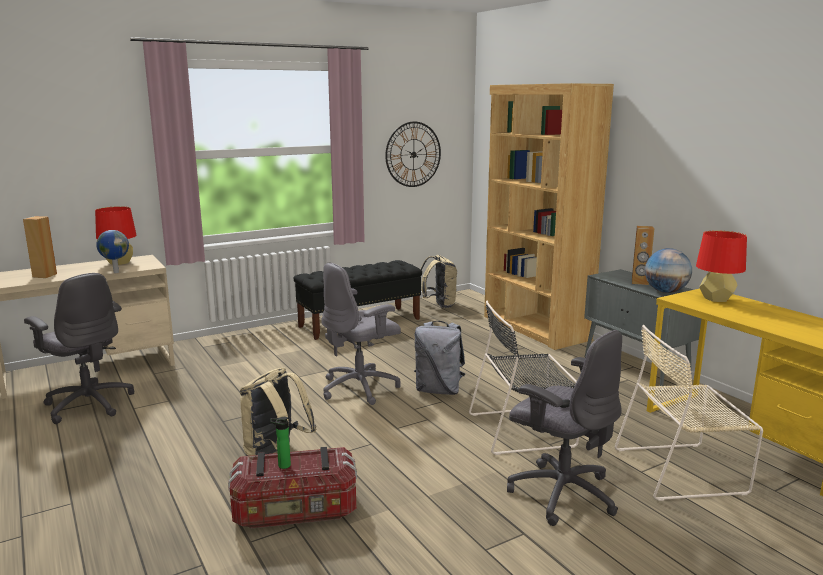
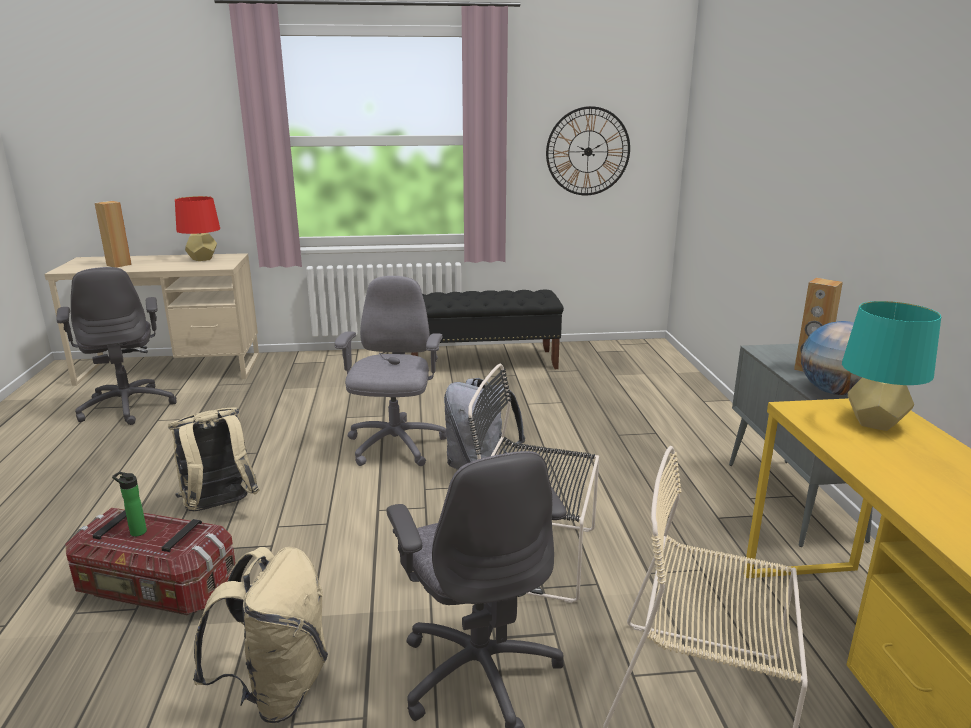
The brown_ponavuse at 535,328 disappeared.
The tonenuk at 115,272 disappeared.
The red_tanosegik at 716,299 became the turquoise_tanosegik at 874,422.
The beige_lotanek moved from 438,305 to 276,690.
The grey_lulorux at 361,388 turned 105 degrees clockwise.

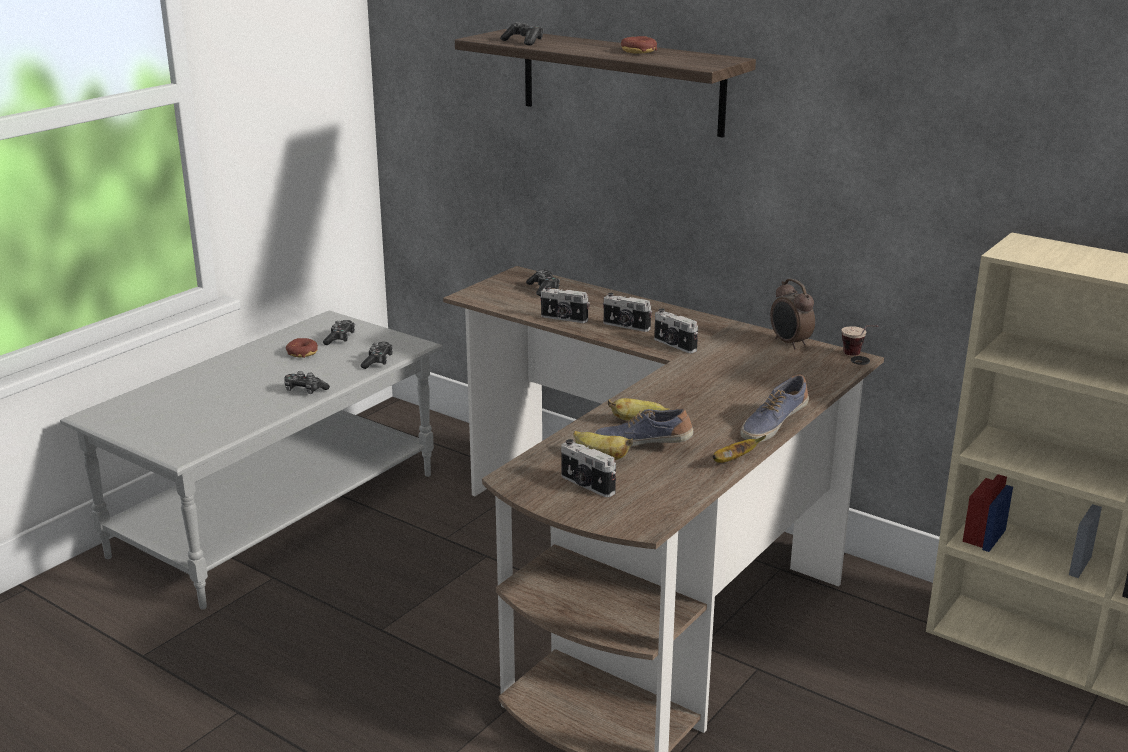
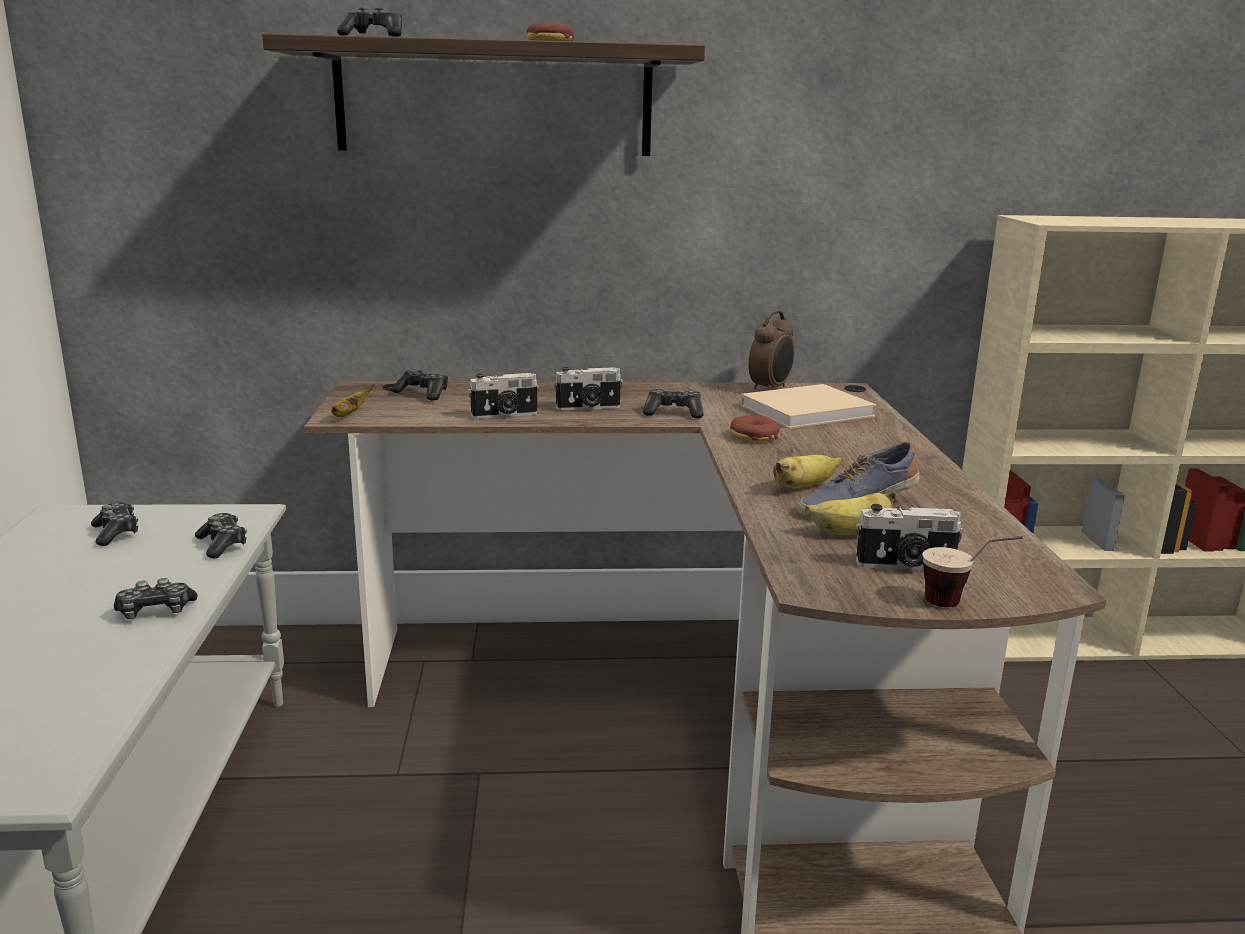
The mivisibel at 789,343 turned 75 degrees counterclockwise.
The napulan at 674,345 was replaced by the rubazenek at 673,413.
The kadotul moved from 858,356 to 963,604.
The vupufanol moved from 302,353 to 754,437.
The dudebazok at 772,424 disappeared.
The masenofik moved from 733,460 to 348,415.
The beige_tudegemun at 809,410 appeared.

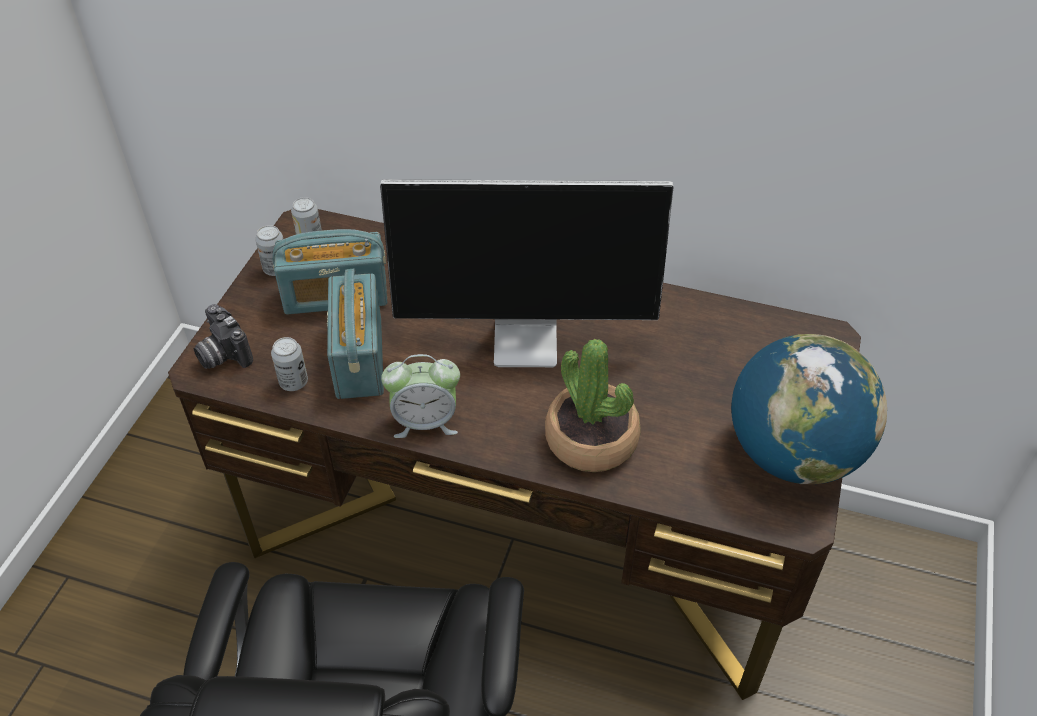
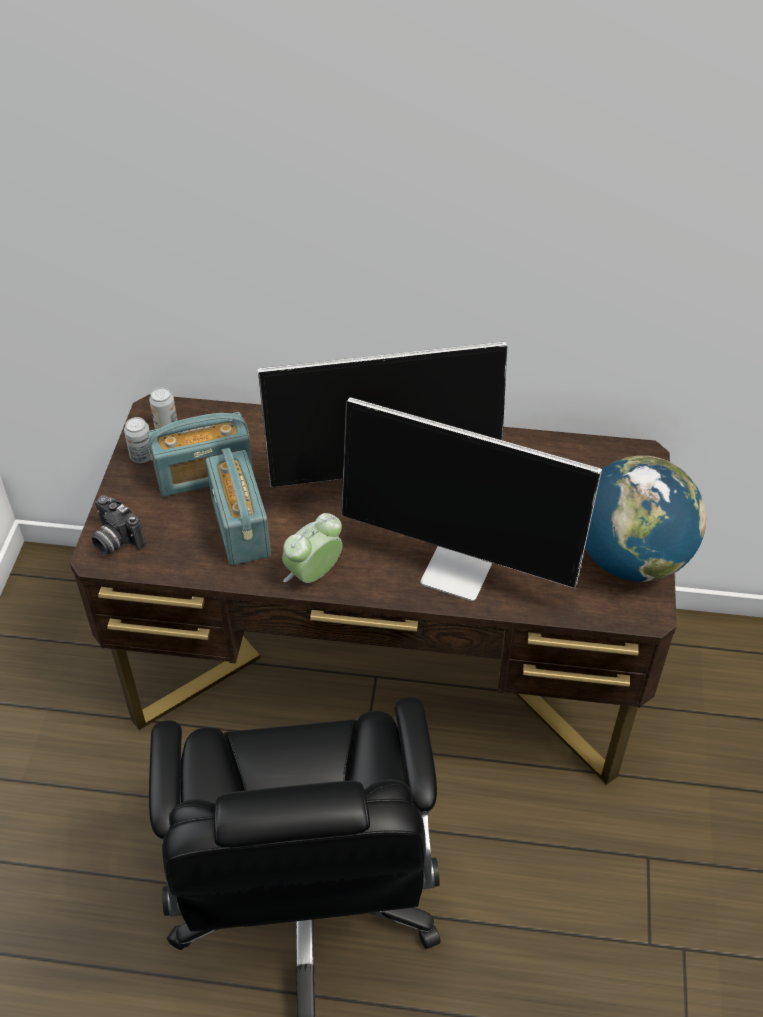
The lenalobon at 293,382 disappeared.
The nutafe at 591,439 was replaced by the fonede at 461,570.
The mivisibel at 425,421 turned 150 degrees clockwise.

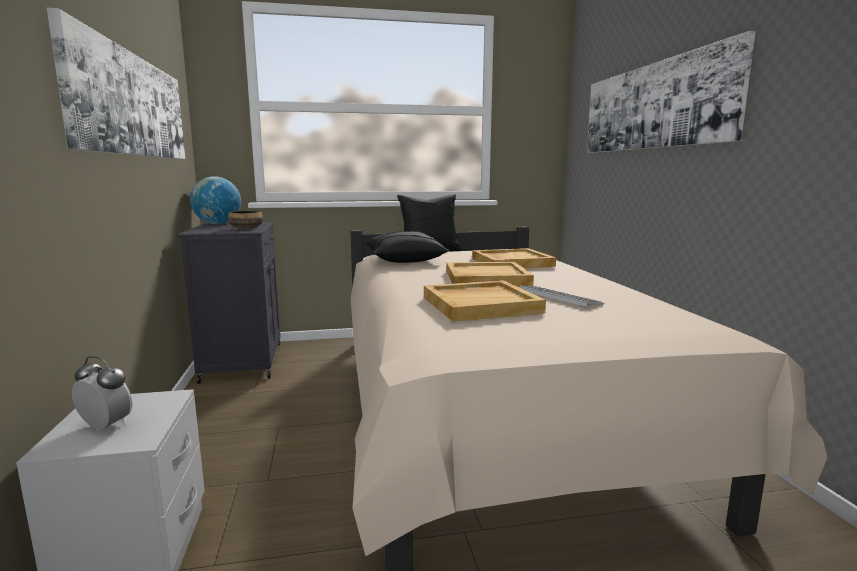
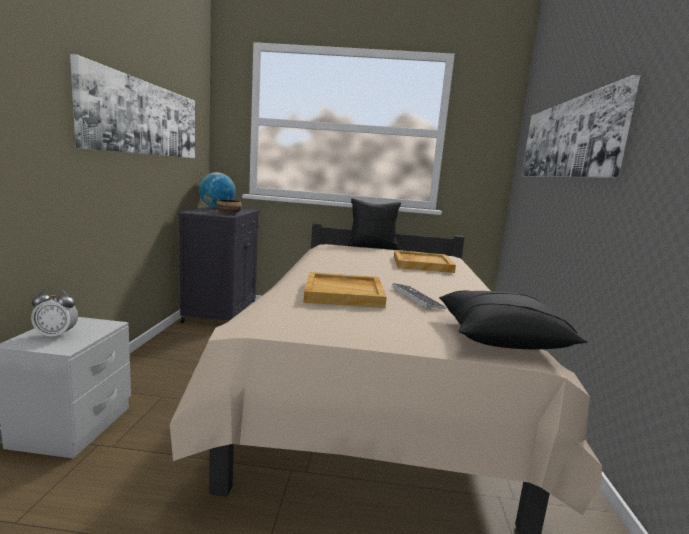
The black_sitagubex moved from 405,260 to 500,337.
The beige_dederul at 486,278 disappeared.
The mivisibel at 106,426 turned 135 degrees clockwise.

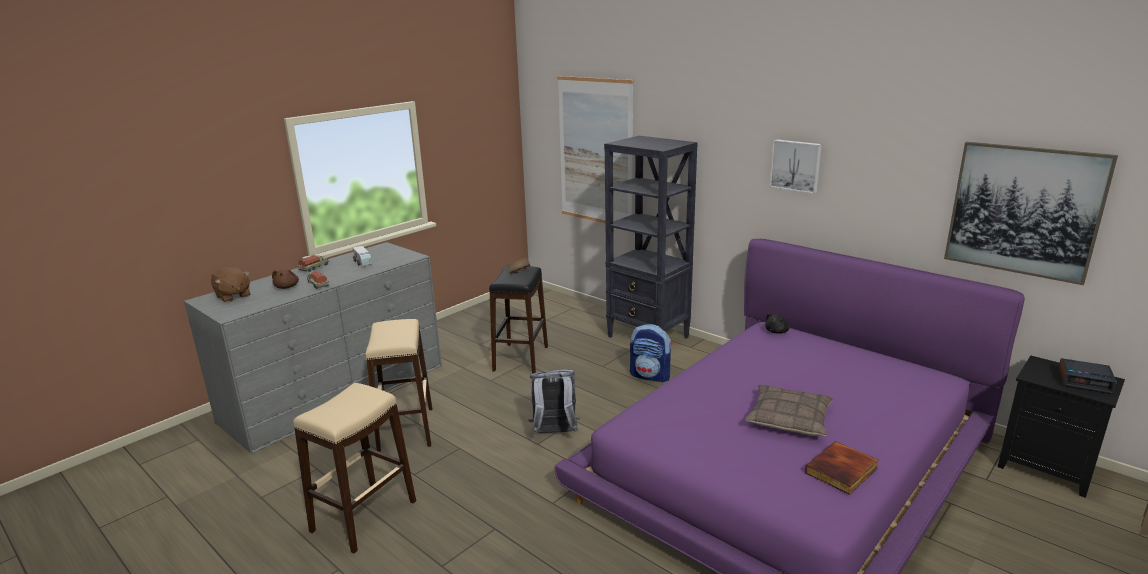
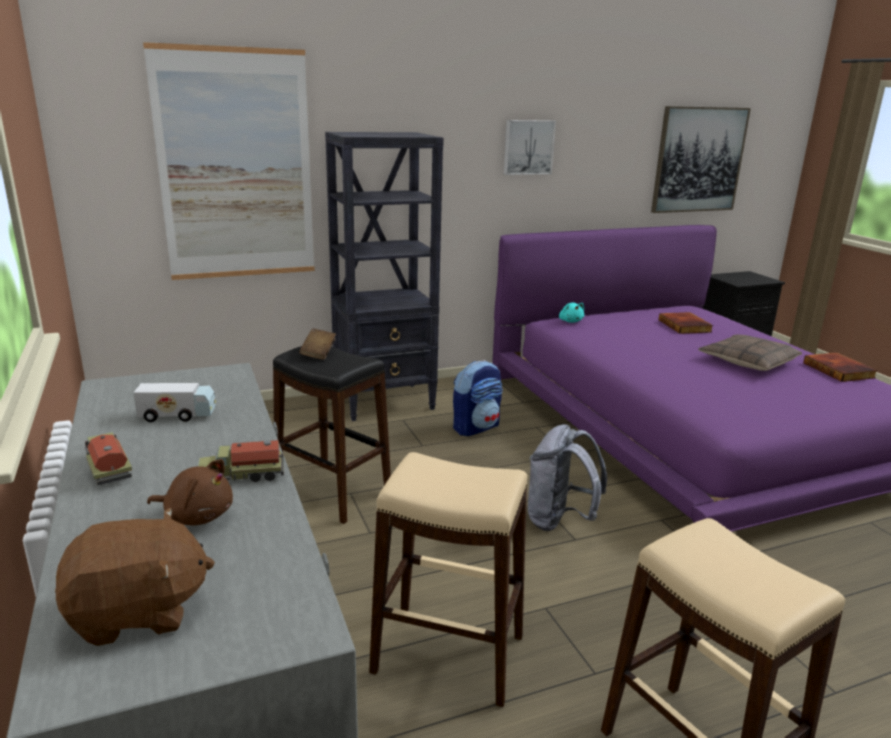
The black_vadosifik at 777,331 became the turquoise_vadosifik at 570,321.
The mivisibel at 1085,381 disappeared.
The tudegemun at 685,326 appeared.

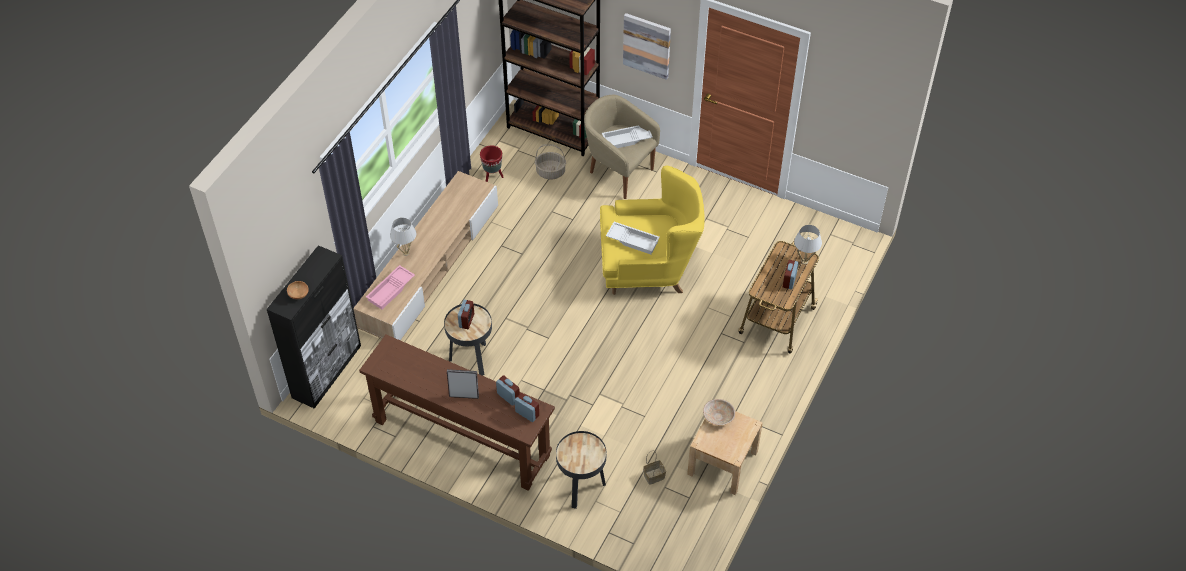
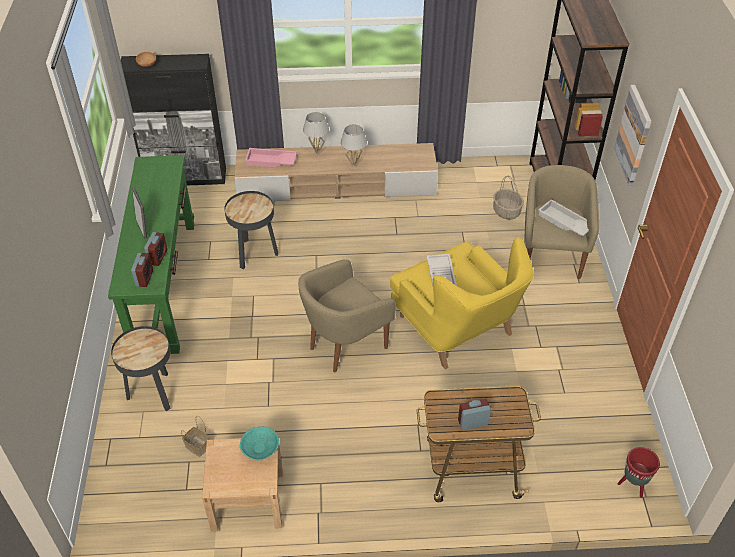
The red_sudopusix moved from 492,176 to 632,485.
The white_tanosegik moved from 804,261 to 354,165.
The mivisibel at 466,320 disappeared.
The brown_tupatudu at 462,438 became the green_tupatudu at 165,285.
The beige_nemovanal at 718,416 became the turquoise_nemovanal at 260,448.
The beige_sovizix at 344,345 appeared.

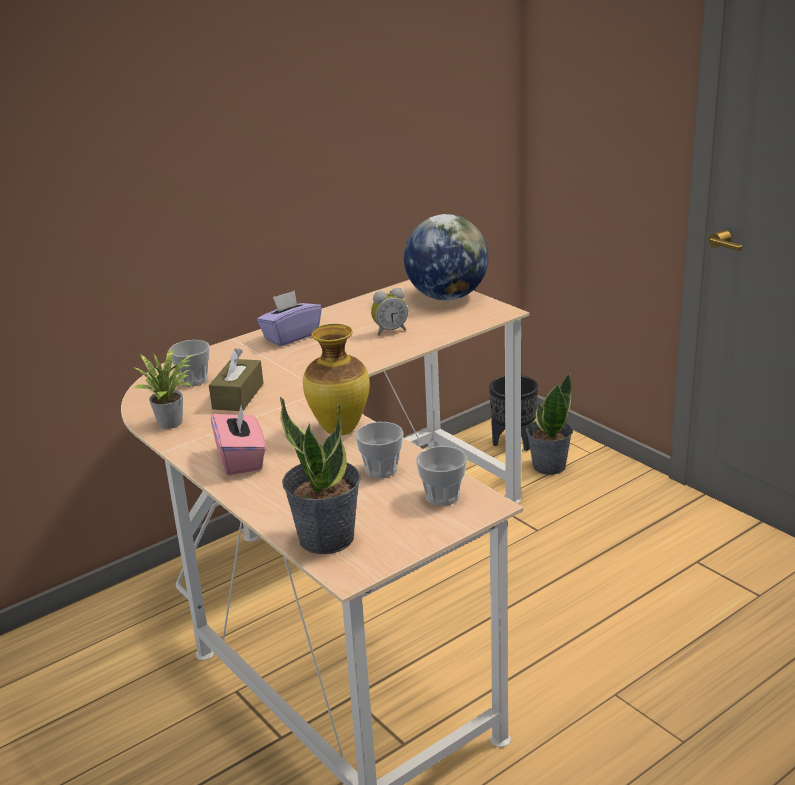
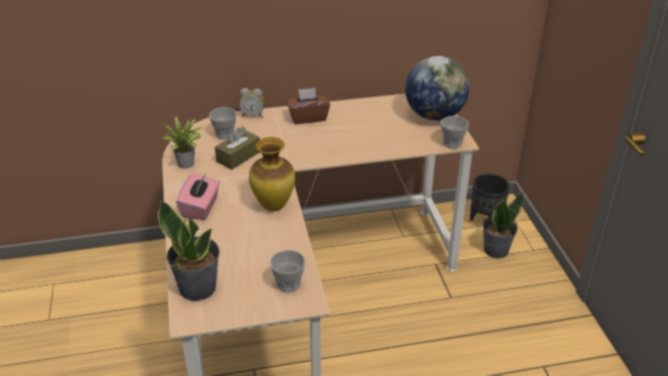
The mivisibel moved from 389,331 to 253,115.
The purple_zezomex at 291,336 became the brown_zezomex at 308,117.
The kadotul moved from 381,470 to 452,143.

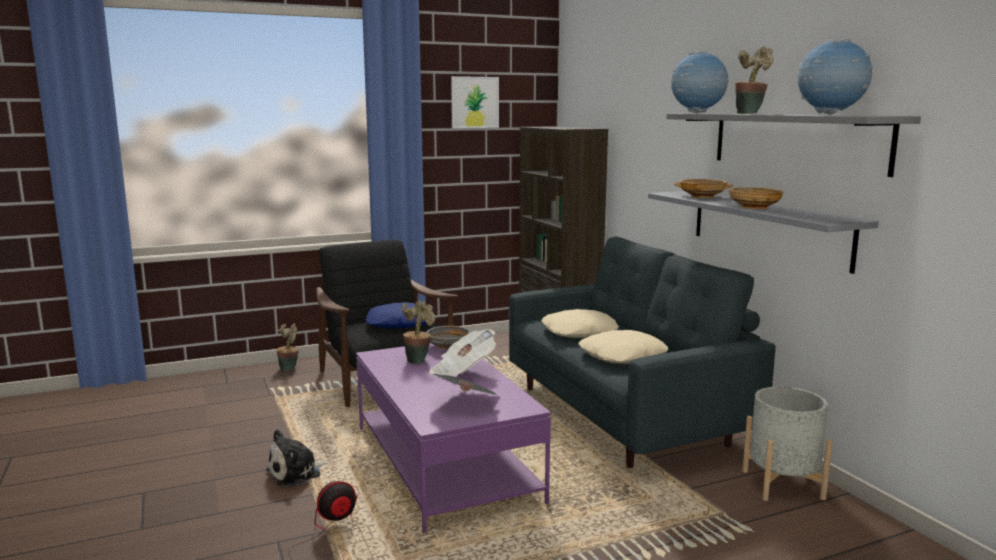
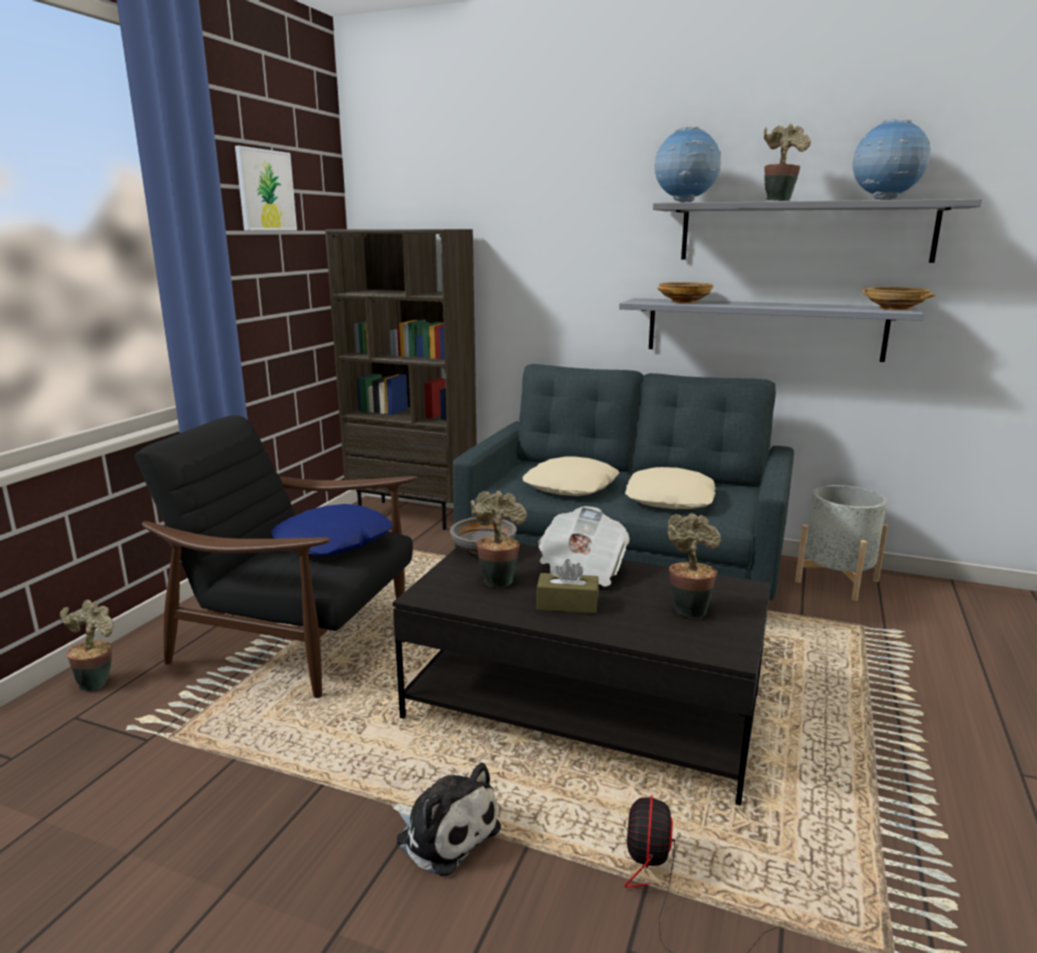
The beige_nemovanal moved from 754,207 to 894,308.
The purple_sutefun at 445,463 became the black_sutefun at 583,707.
The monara at 468,403 was replaced by the nutafe at 688,609.
The vadosifik at 297,473 turned 60 degrees counterclockwise.
The brown_zezomex at 567,604 appeared.

